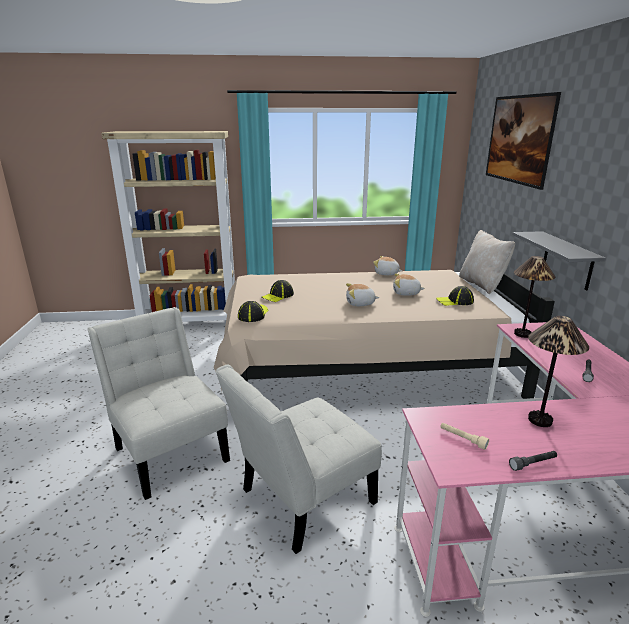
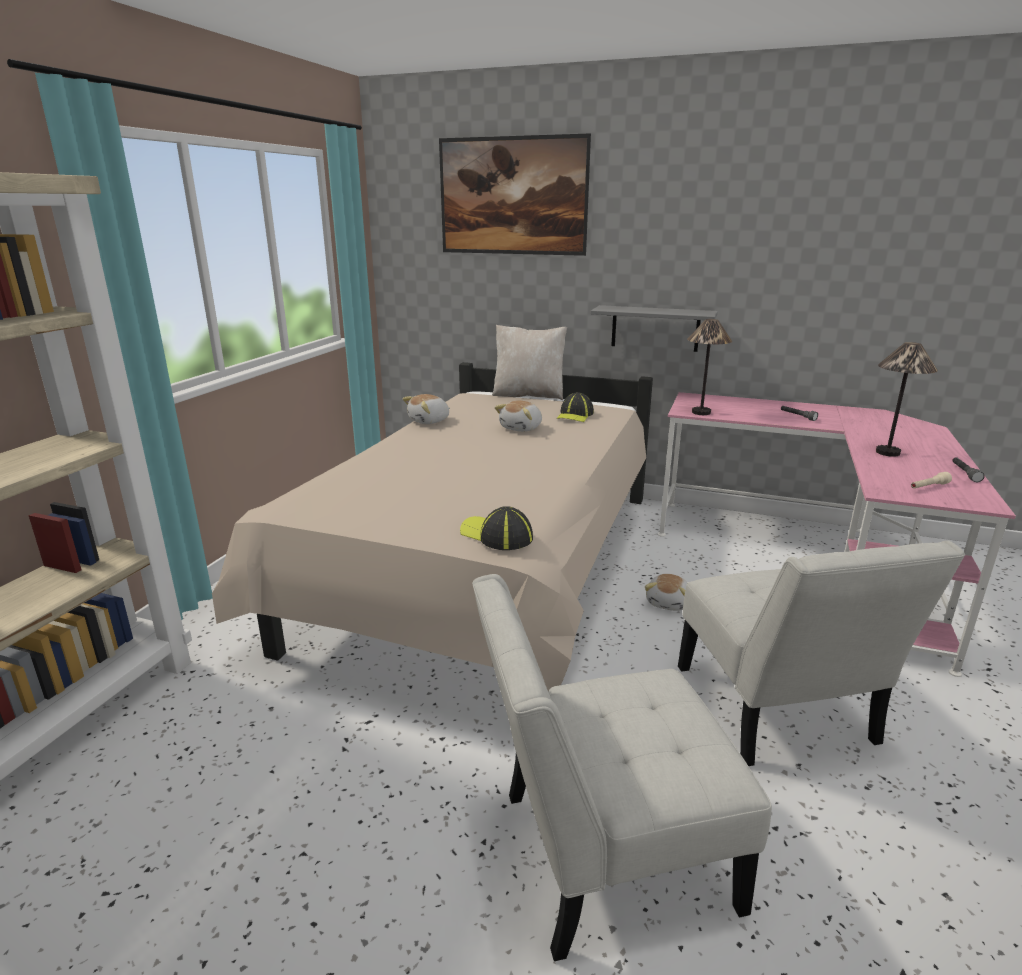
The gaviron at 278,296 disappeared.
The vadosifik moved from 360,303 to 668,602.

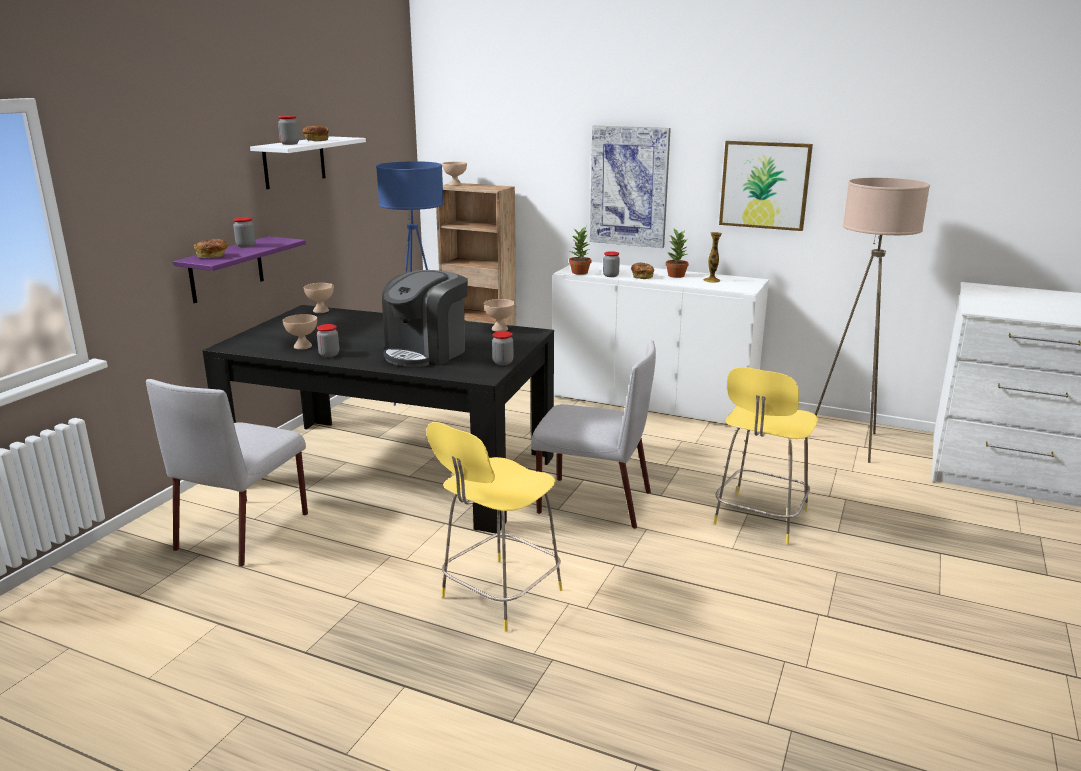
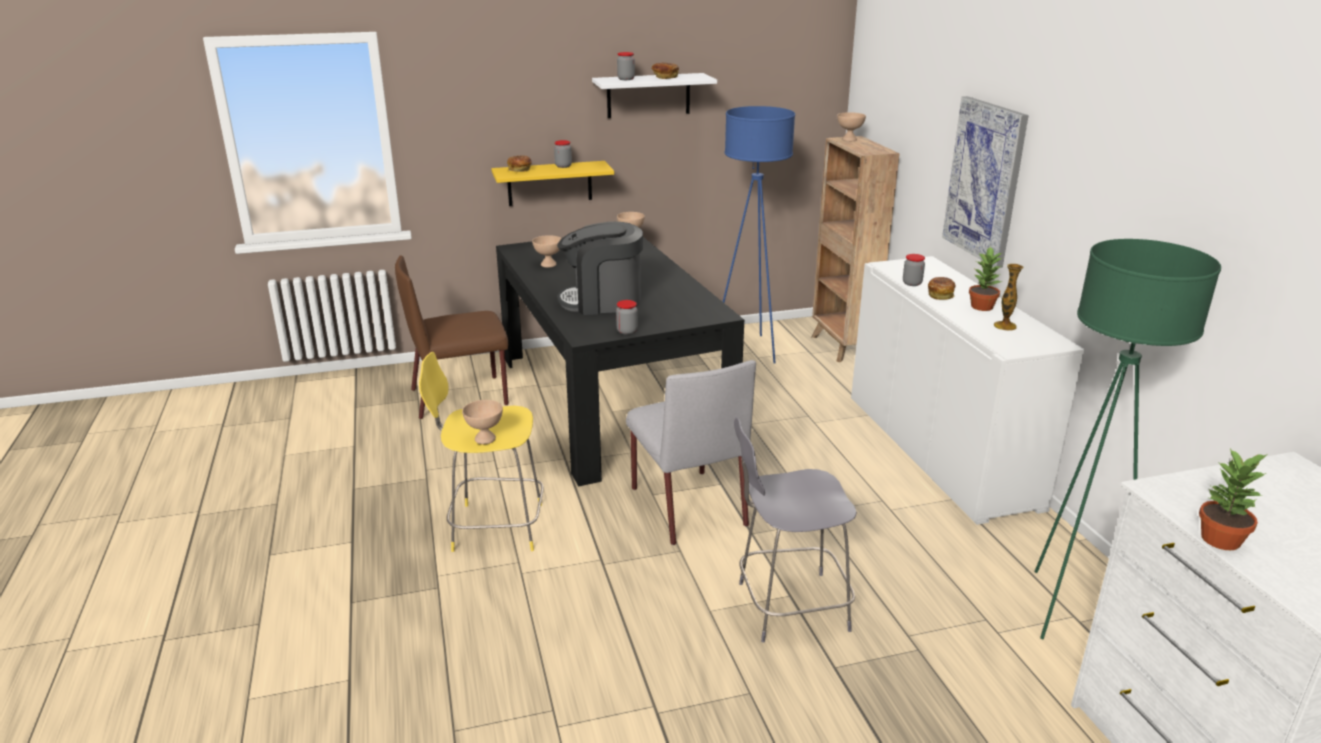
The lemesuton at 764,185 disappeared.
The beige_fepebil at 850,444 became the green_fepebil at 1069,608.
The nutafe moved from 580,272 to 1221,540.
The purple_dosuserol at 226,269 became the yellow_dosuserol at 549,183.
The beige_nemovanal moved from 500,329 to 486,439.
The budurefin at 329,354 disappeared.
The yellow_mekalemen at 759,519 became the grey_mekalemen at 788,607.
The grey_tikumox at 244,530 became the brown_tikumox at 461,396.

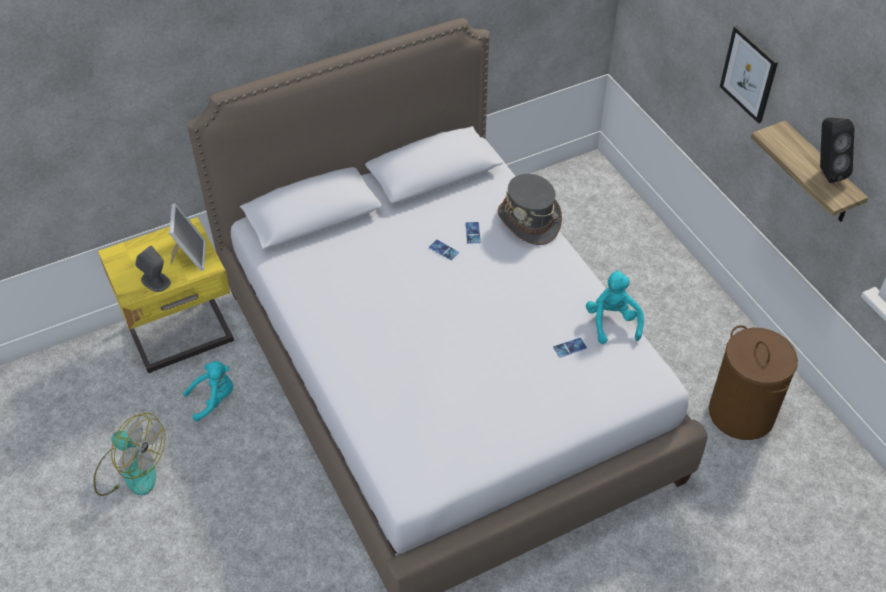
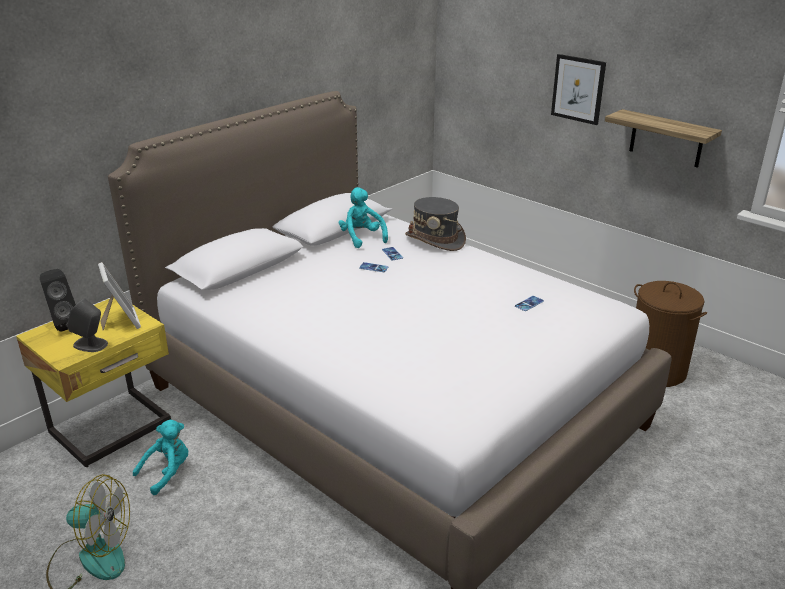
The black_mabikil moved from 826,171 to 63,324.
The turquoise_vadosifik moved from 612,322 to 361,238.

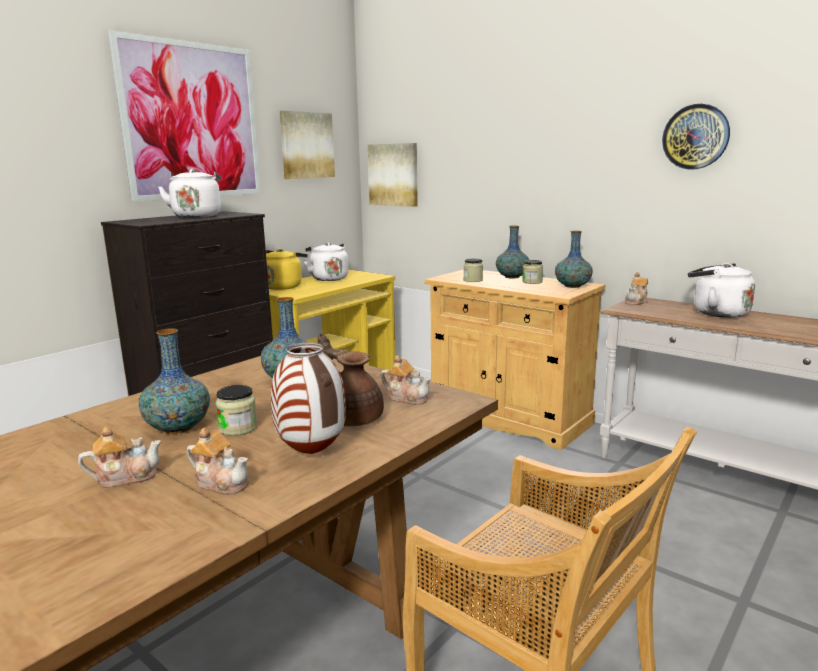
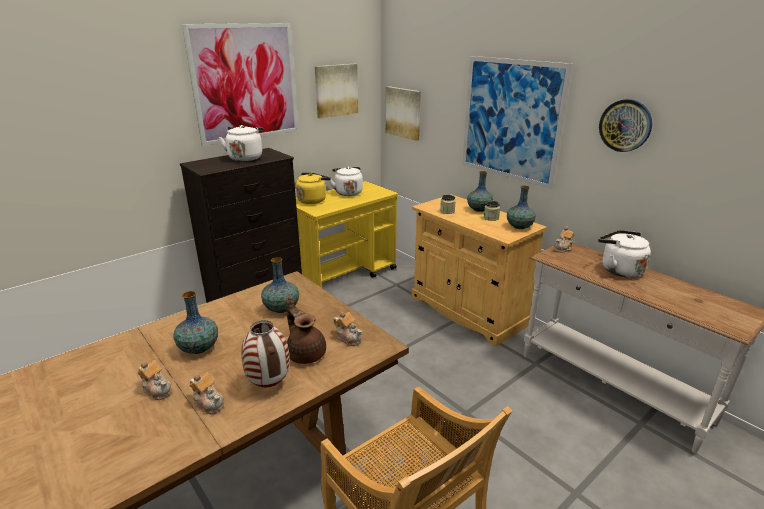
The budurefin at 238,428 disappeared.
The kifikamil at 125,477 turned 45 degrees clockwise.
The lemesuton at 510,120 appeared.

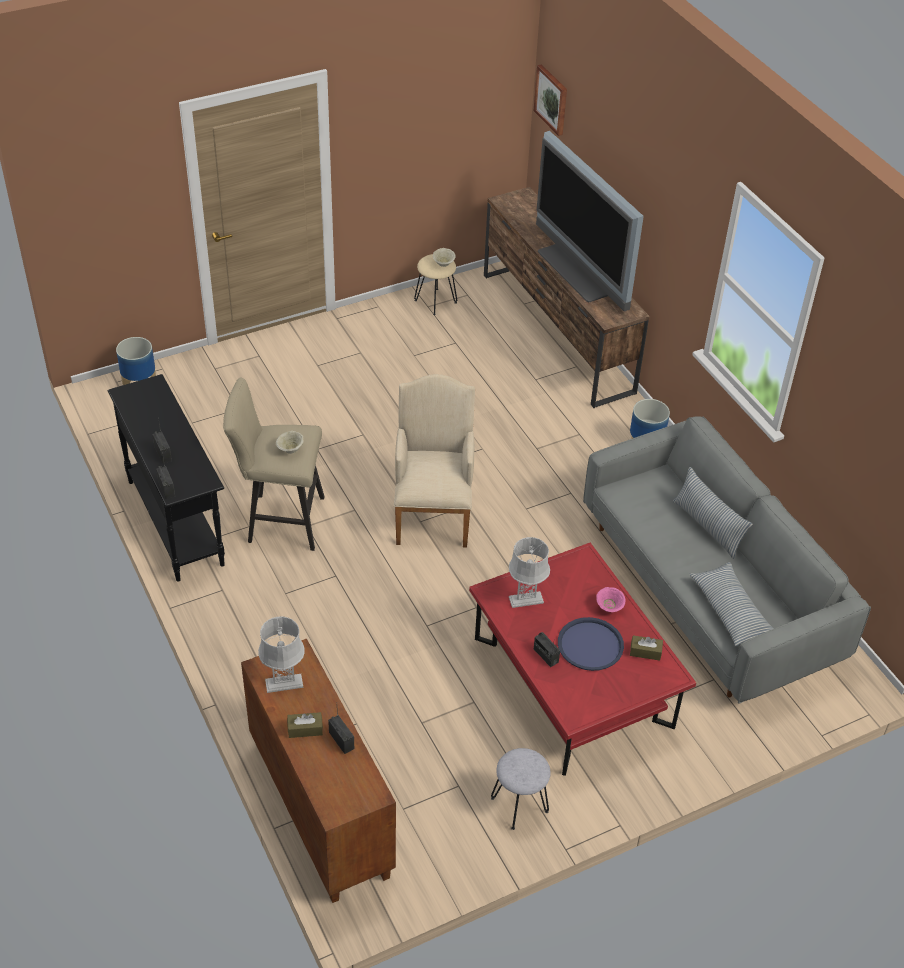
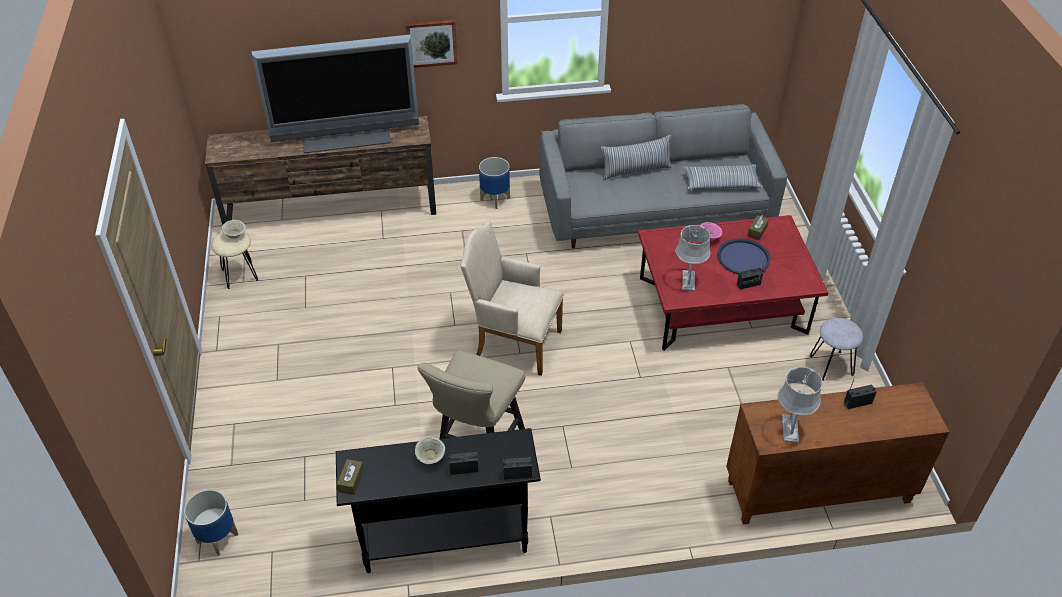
The lemesuton moved from 552,99 to 431,42.
The beige_nemovanal moved from 291,450 to 431,458.
The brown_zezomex moved from 305,729 to 351,480.

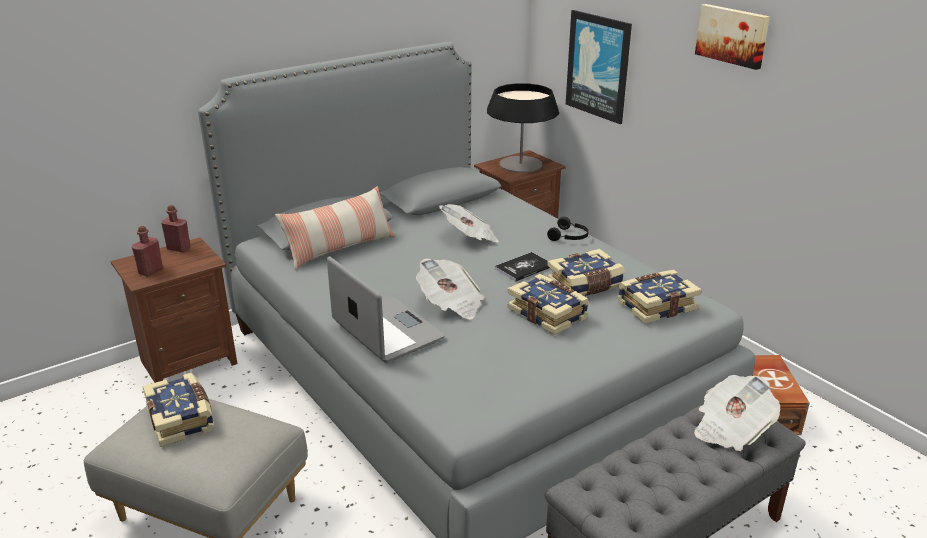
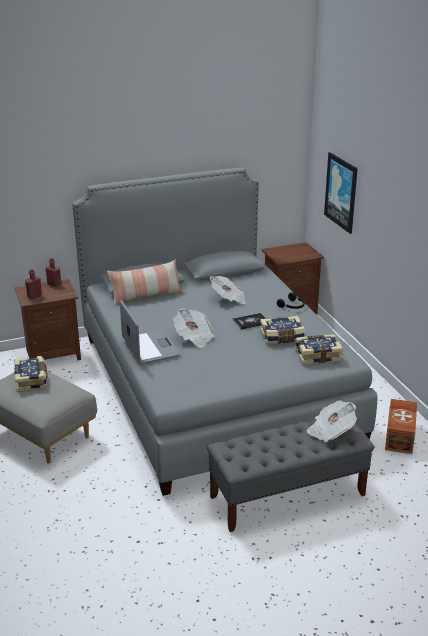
The lemesuton at 732,35 disappeared.
The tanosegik at 520,164 disappeared.
The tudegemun at 548,313 disappeared.

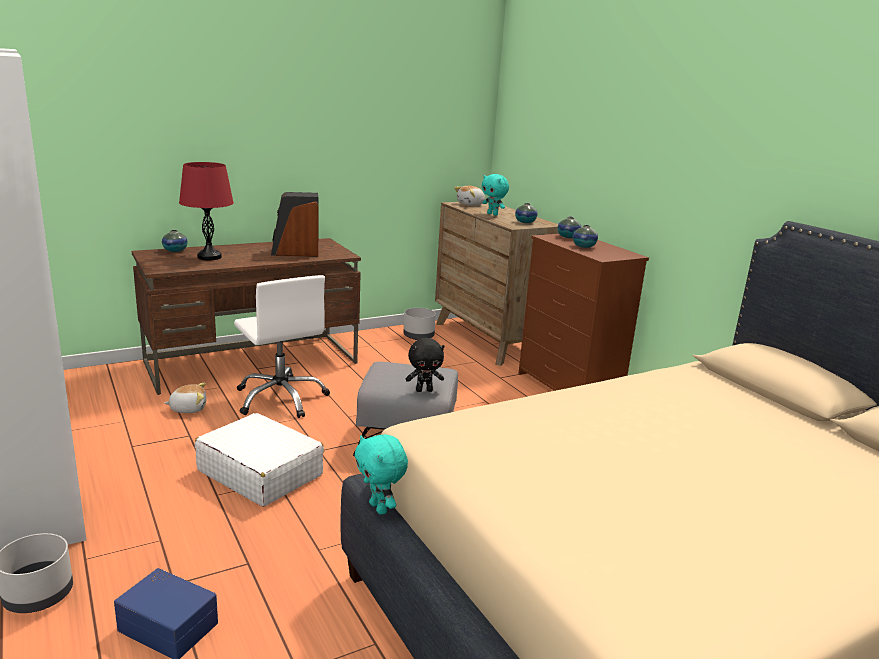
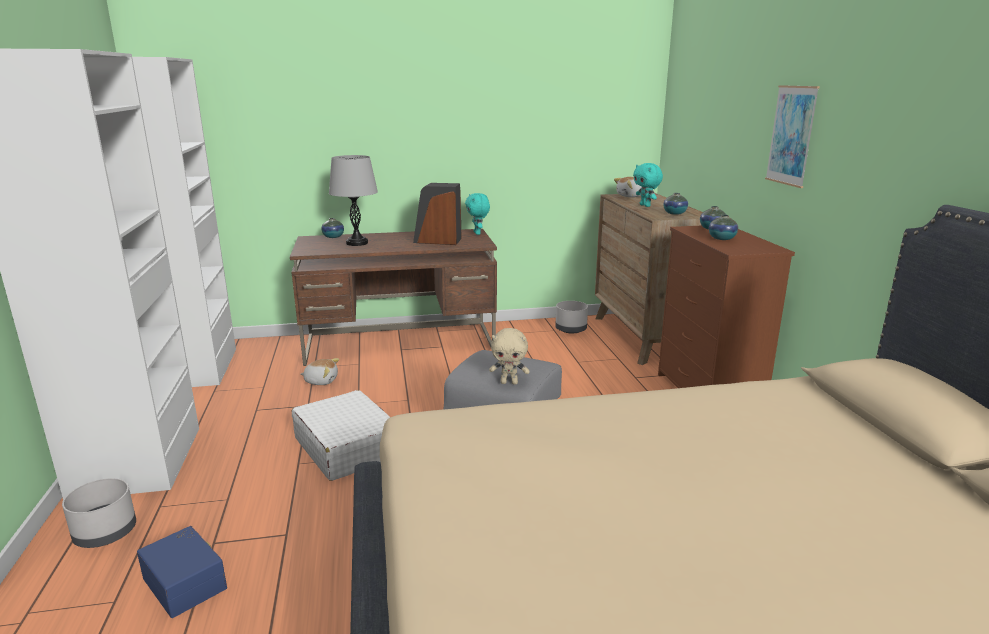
The red_tanosegik at 209,257 became the grey_tanosegik at 357,243.
The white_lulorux at 281,398 disappeared.
The black_vadosifik at 424,390 became the beige_vadosifik at 509,382.
The turquoise_vadosifik moved from 379,508 to 478,233.
The lemesuton at 791,135 appeared.

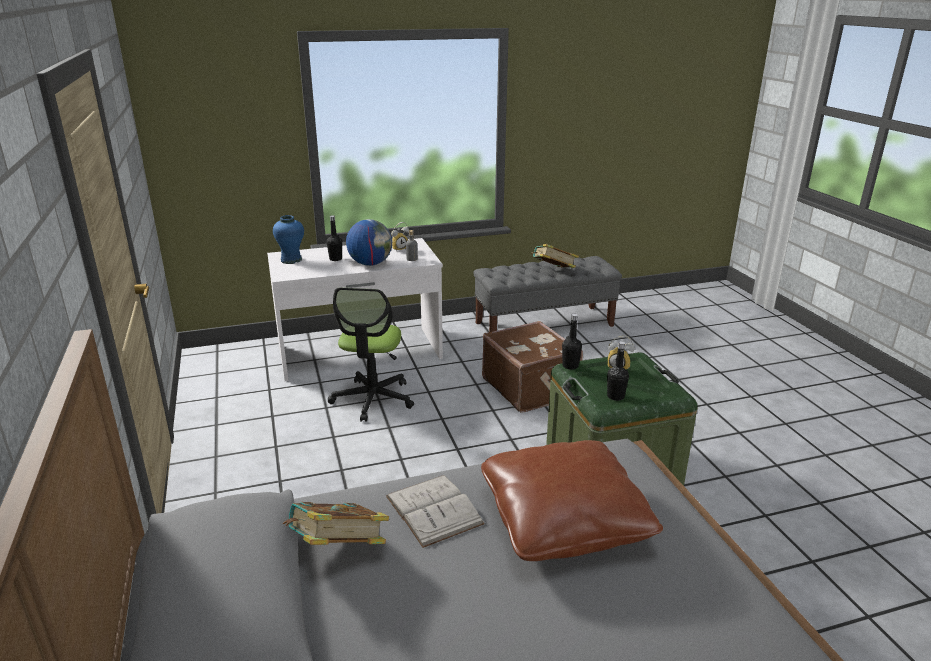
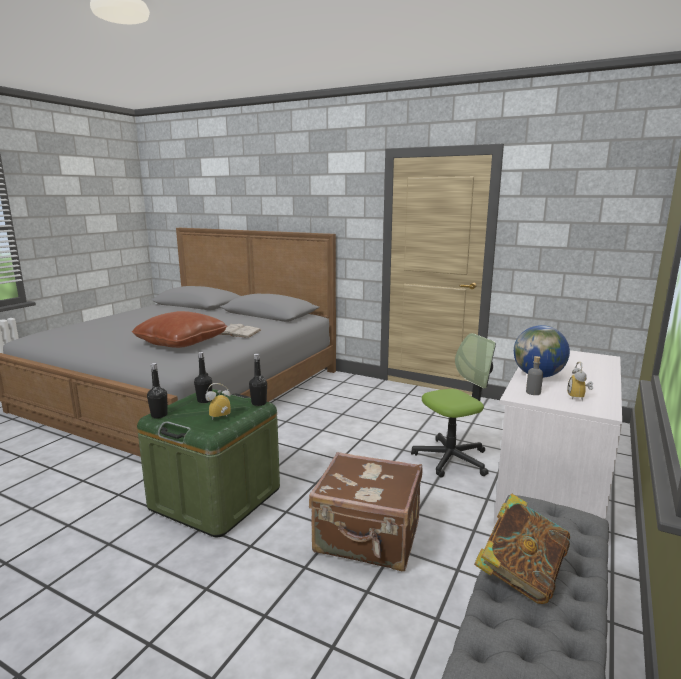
The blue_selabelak at 291,260 disappeared.
The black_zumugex moved from 335,259 to 159,415.
The lulorux at 373,399 turned 105 degrees clockwise.
The tudegemun at 338,550 disappeared.

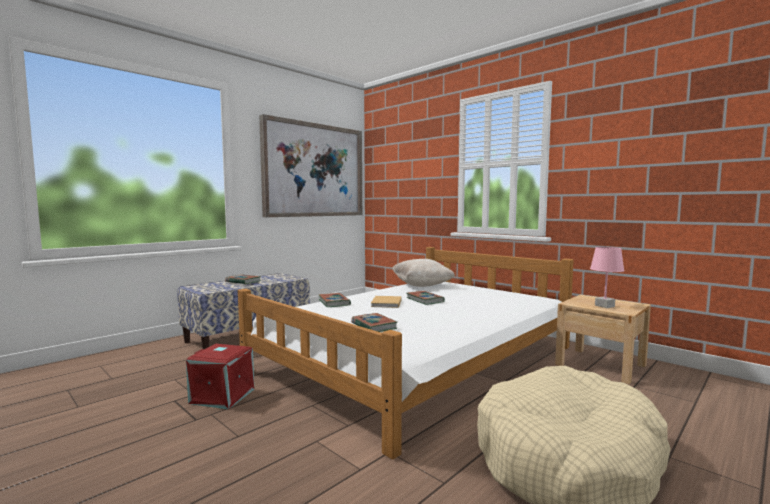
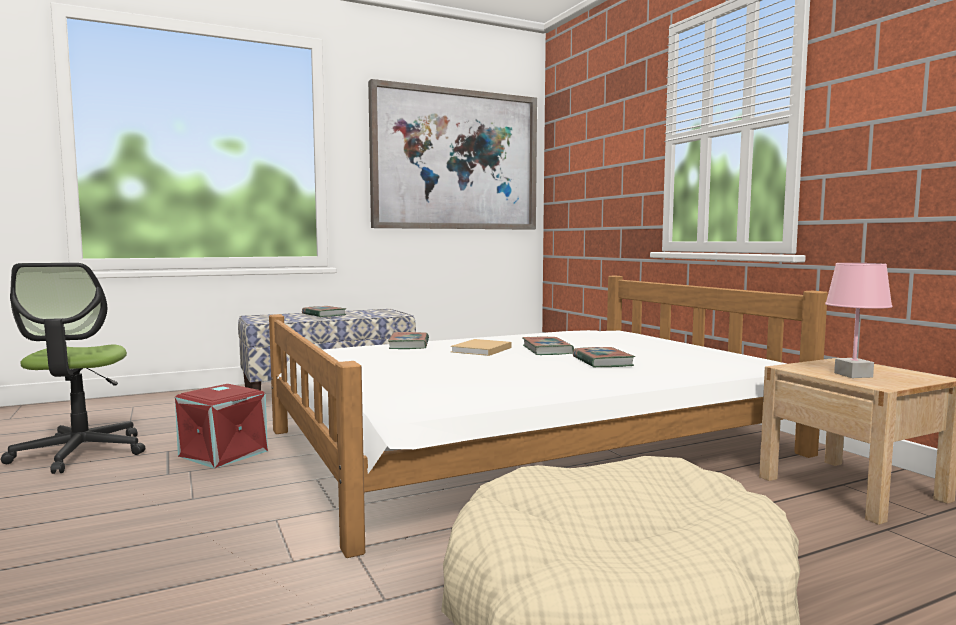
The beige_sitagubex at 422,285 disappeared.
The tudegemun moved from 374,326 to 602,362.
The lulorux at 80,453 appeared.

